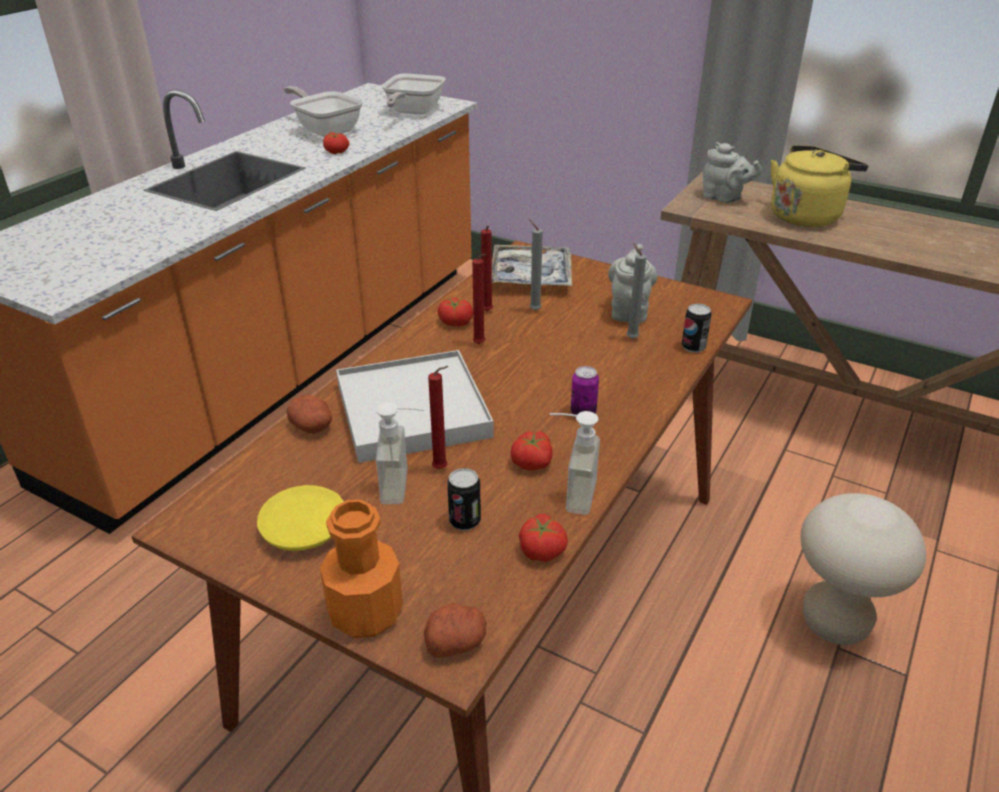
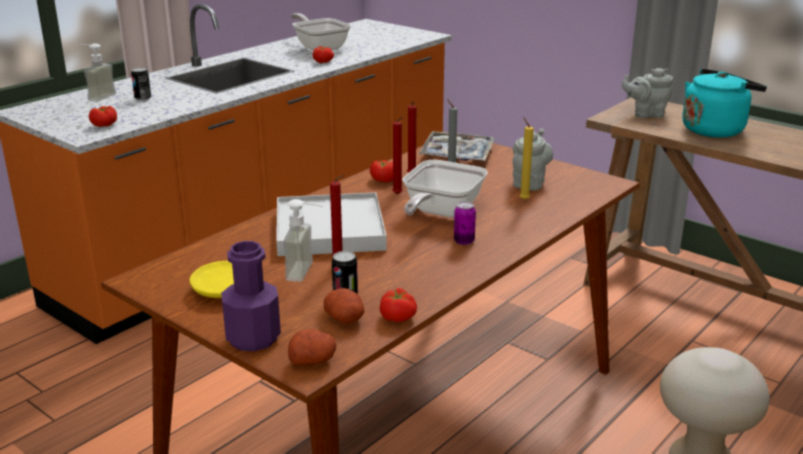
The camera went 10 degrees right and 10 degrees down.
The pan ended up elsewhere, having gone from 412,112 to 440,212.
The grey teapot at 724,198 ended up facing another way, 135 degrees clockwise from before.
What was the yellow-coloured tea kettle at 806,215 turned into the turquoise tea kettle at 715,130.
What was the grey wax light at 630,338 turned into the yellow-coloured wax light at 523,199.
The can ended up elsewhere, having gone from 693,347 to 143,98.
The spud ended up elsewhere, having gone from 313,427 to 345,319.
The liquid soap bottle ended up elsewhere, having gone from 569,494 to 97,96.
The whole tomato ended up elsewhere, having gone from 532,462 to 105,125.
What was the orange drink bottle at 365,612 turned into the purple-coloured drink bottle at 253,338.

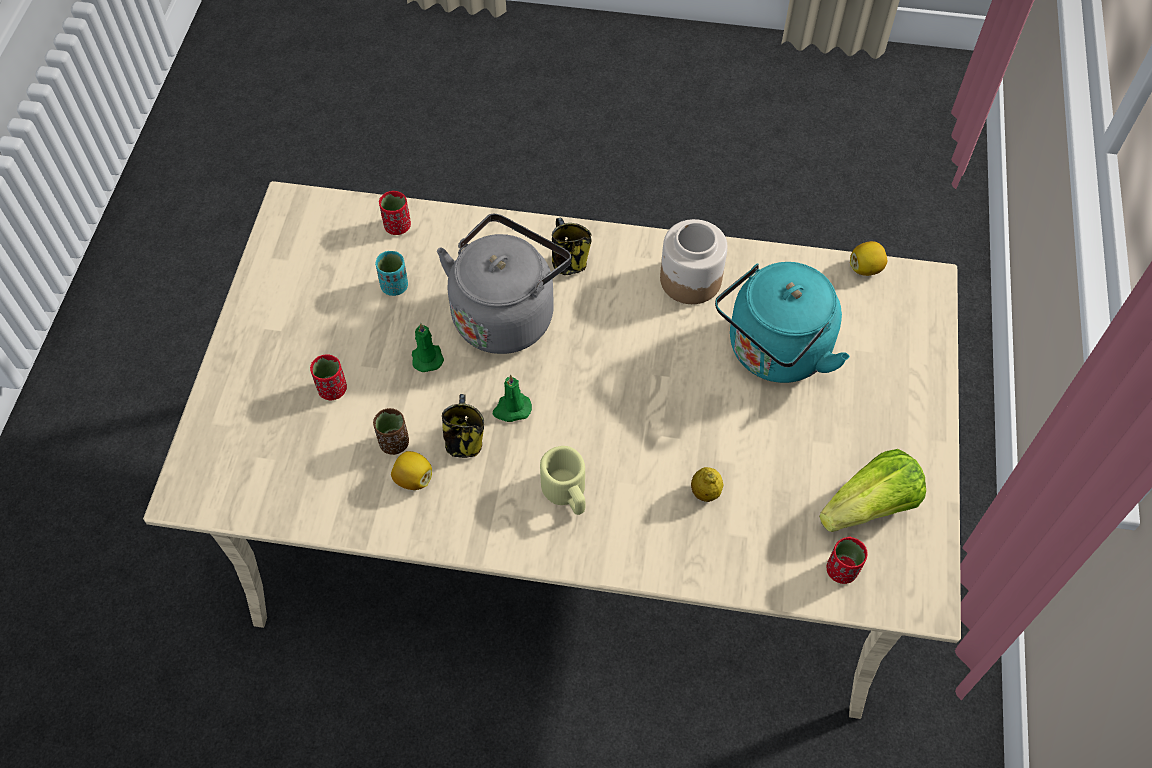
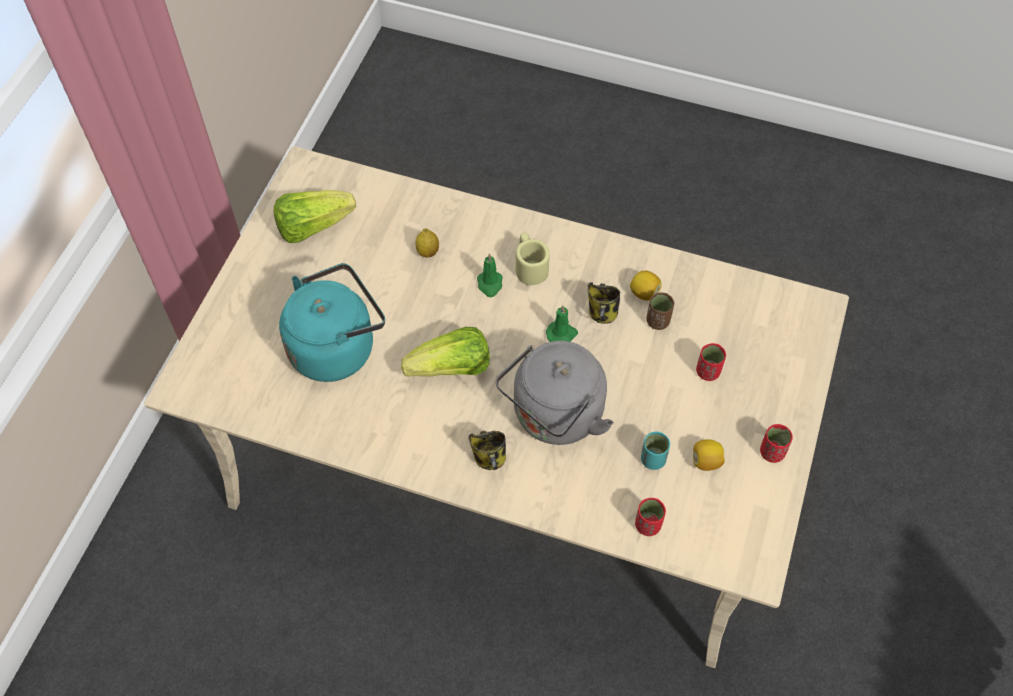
The camera went 170 degrees left and 0 degrees up.
The second view lost the jar at 690,279.
The whole lemon ended up elsewhere, having gone from 866,268 to 706,461.
The green-coloured wax light ended up elsewhere, having gone from 427,357 to 490,284.
The reddish small cup ended up elsewhere, having gone from 841,570 to 772,452.
The second view gained the head of lettuce at 452,369.

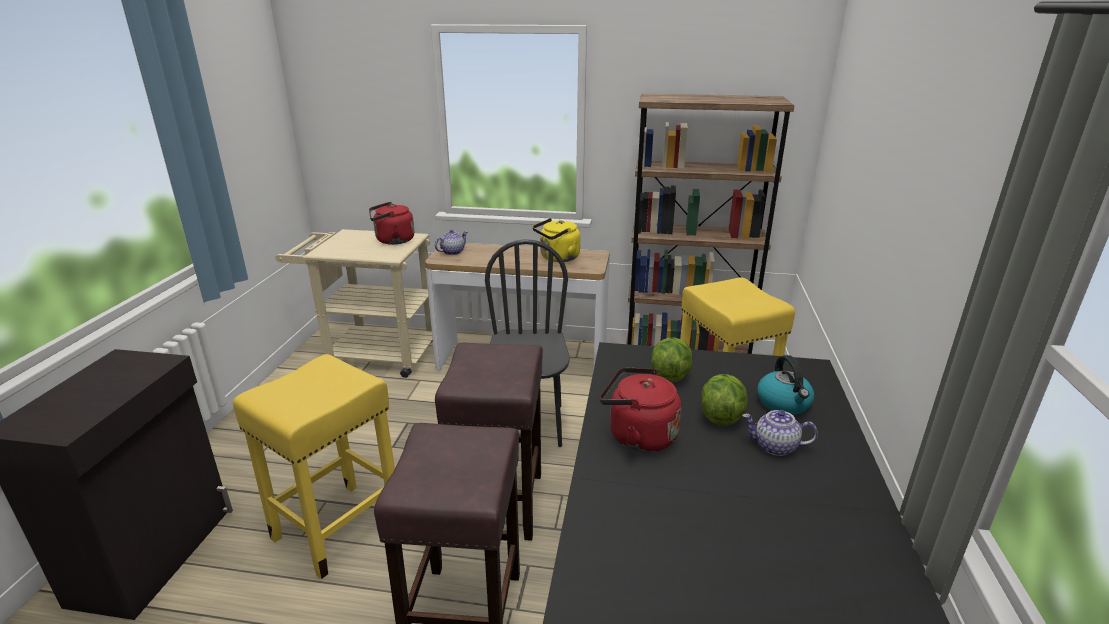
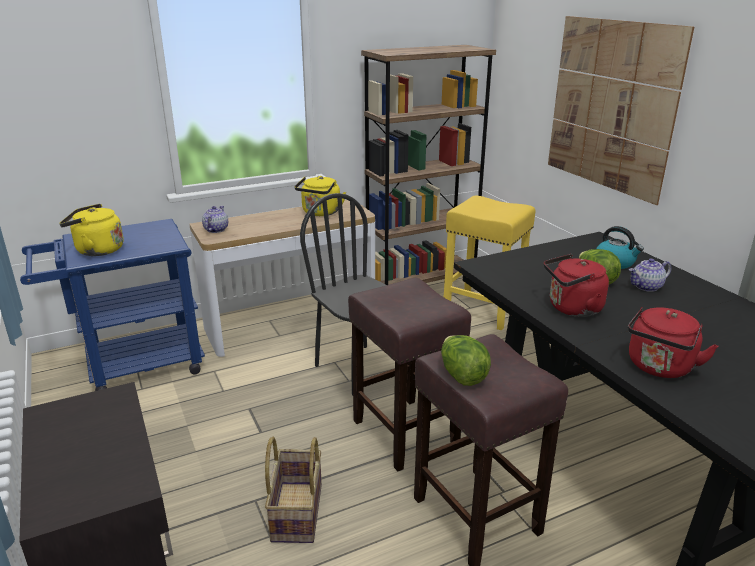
The camera went 35 degrees left and 0 degrees up.
The reddish tea kettle ended up elsewhere, having gone from 392,241 to 659,368.
What was the beige cart at 372,354 turned into the bluish cart at 133,366.
The head of lettuce ended up elsewhere, having gone from 670,374 to 462,375.
Where the yellow-coloured stool stood at 339,526, the household basket came to stand at 295,512.
The second view gained the wall picture at 611,106.
The second view gained the yellow-coloured tea kettle at 97,250.

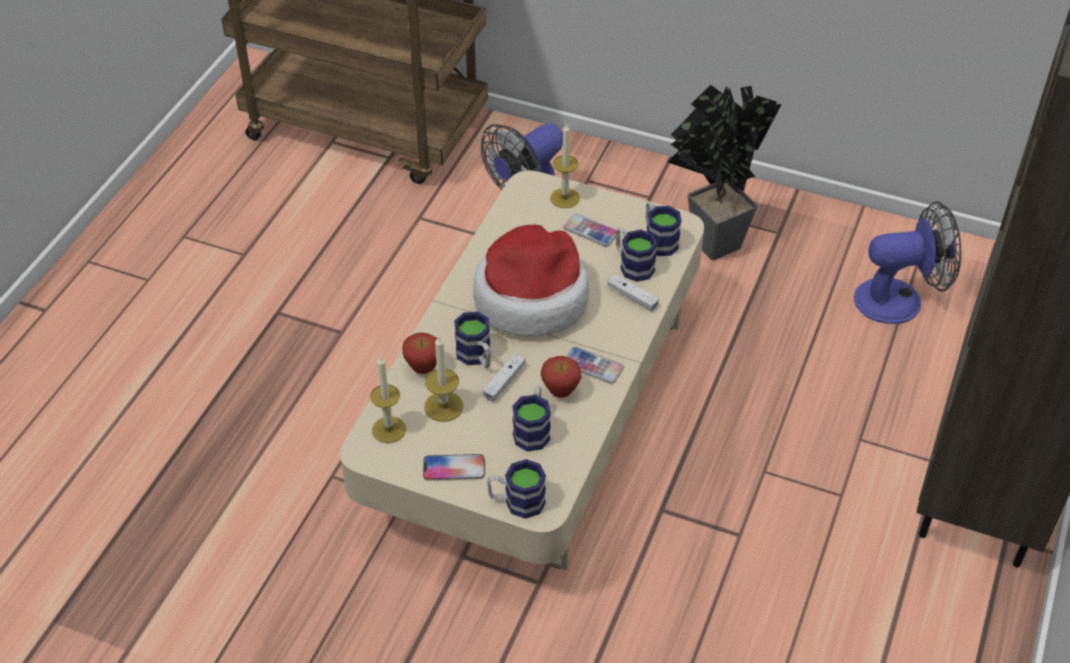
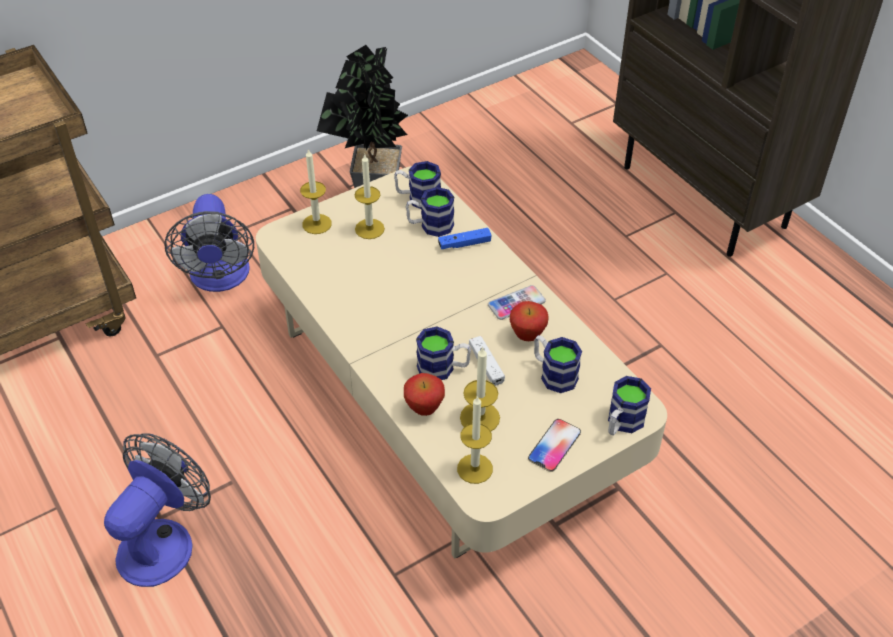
The camera went 55 degrees left and 0 degrees up.
The cooling fan ended up elsewhere, having gone from 900,299 to 163,540.
Where the phone stood at 590,231, the wax light came to stand at 369,229.
The second view lost the wearable hat at 531,297.
What was the white-coloured joypad at 632,297 turned into the bluish joypad at 464,244.

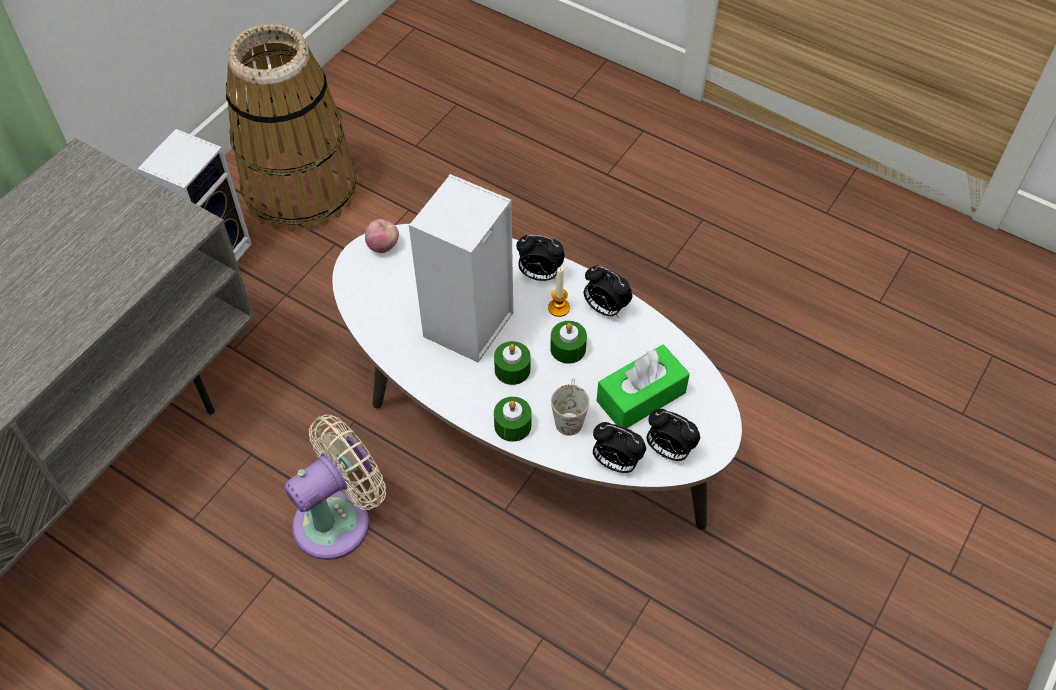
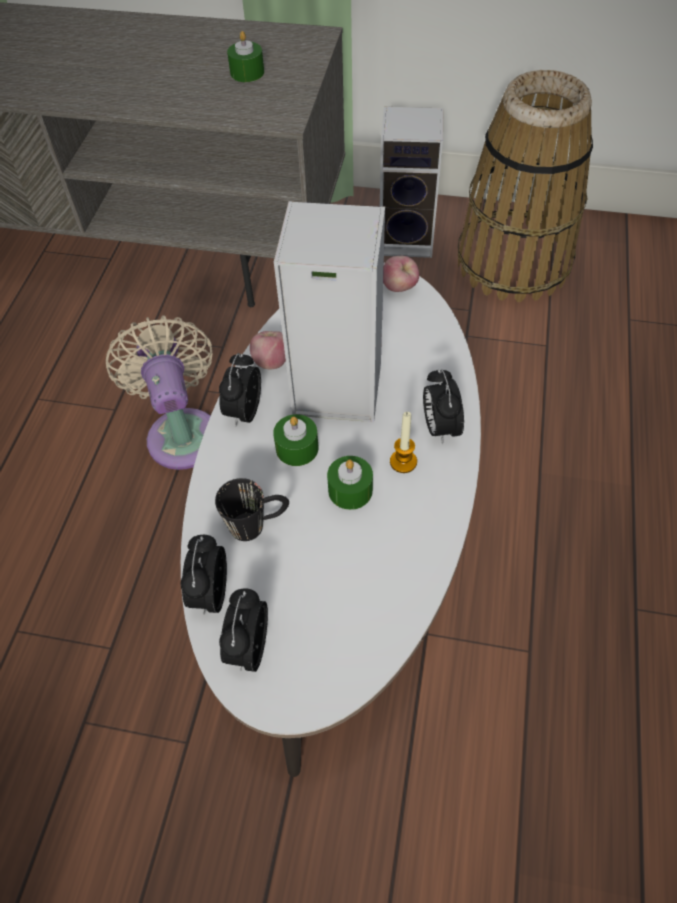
The camera went 70 degrees right and 0 degrees up.
The alarm clock ended up elsewhere, having gone from 604,308 to 244,411.
The second view lost the green-coloured tissue box at 641,397.
What was the white-coloured coffee mug at 569,416 turned into the black coffee mug at 257,523.
The green-coloured wax light ended up elsewhere, having gone from 512,425 to 247,72.
The beige cooling fan at 339,519 ended up facing another way, 135 degrees counterclockwise from before.
The second view gained the apple fruit at 271,362.

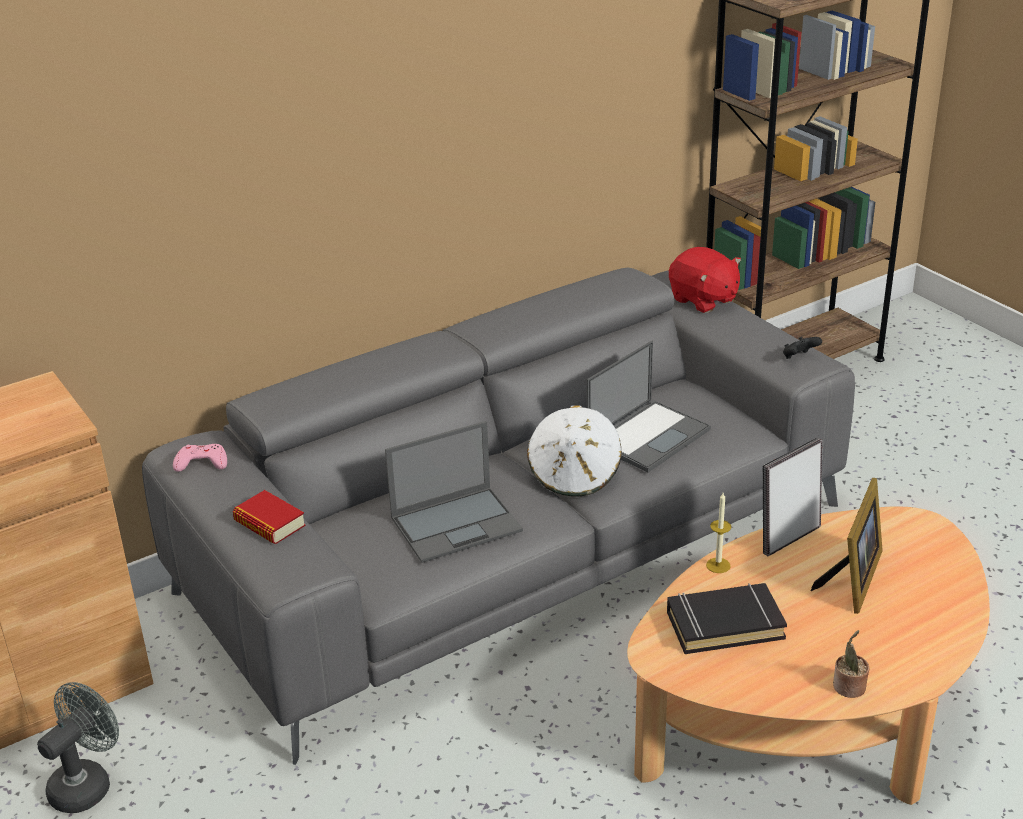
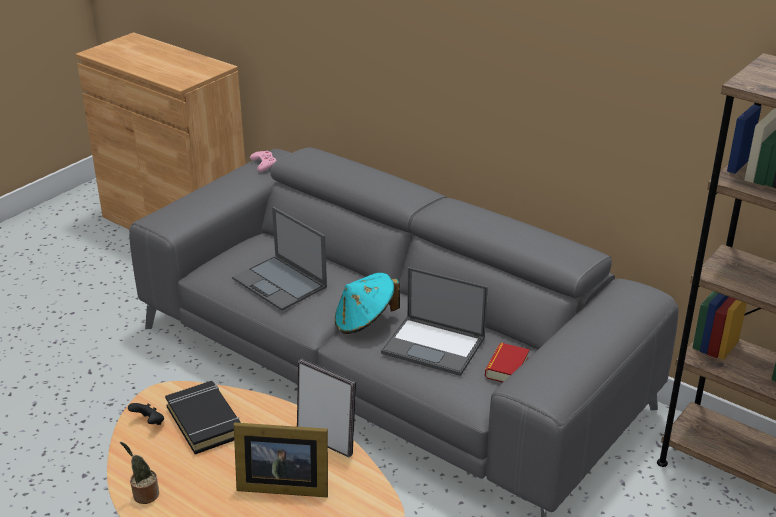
The camera went 70 degrees right and 0 degrees up.
The second view lost the reddish cuddly toy at 703,300.
The black joypad ended up elsewhere, having gone from 799,358 to 149,422.
What was the white-coloured wearable hat at 575,475 turned into the turquoise wearable hat at 364,322.
The volume ended up elsewhere, having gone from 269,523 to 506,368.
The second view lost the wax light at 718,565.
The second view lost the grey cooling fan at 87,783.

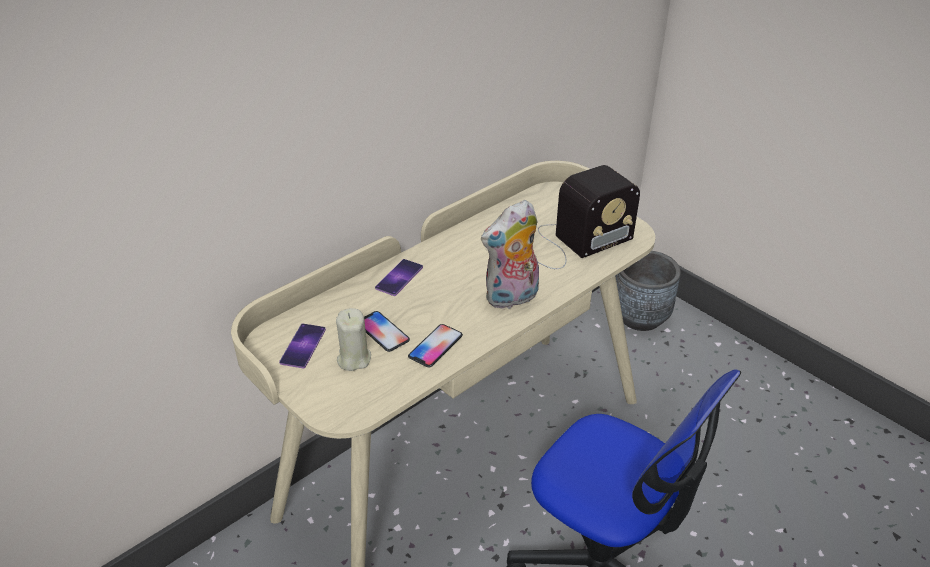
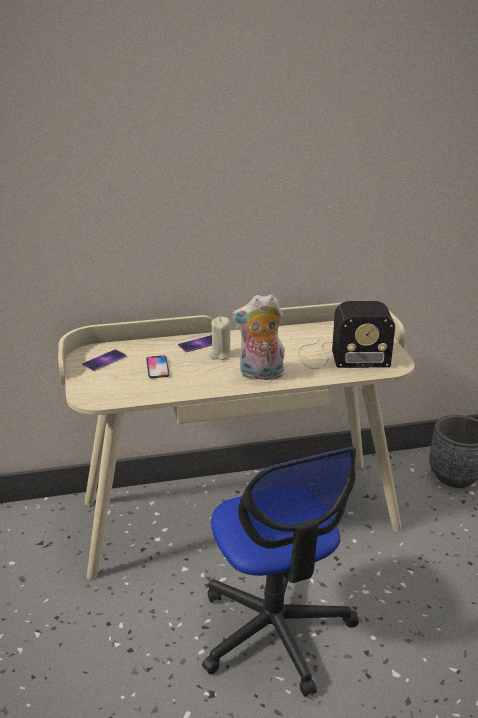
The camera went 30 degrees right and 10 degrees down.
The beige wax light ended up elsewhere, having gone from 353,358 to 220,354.
The second view lost the phone at 435,346.

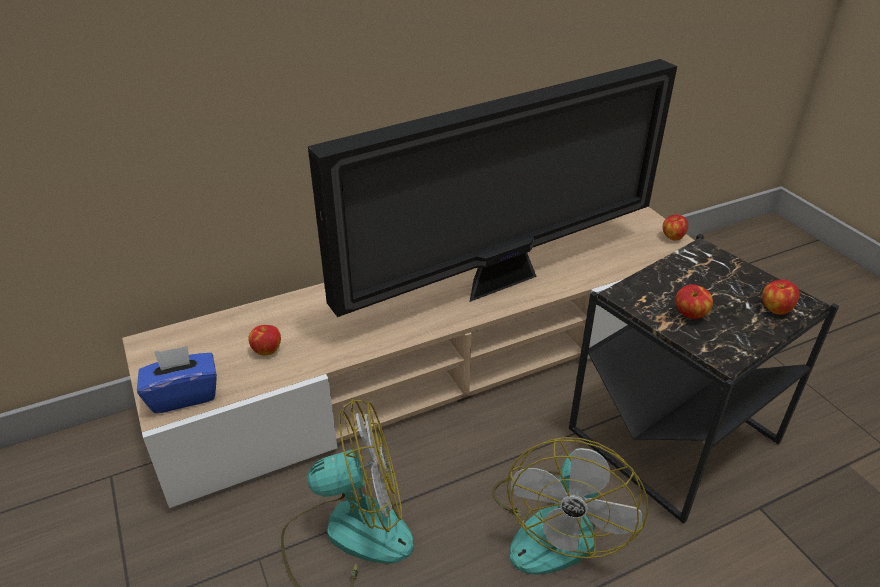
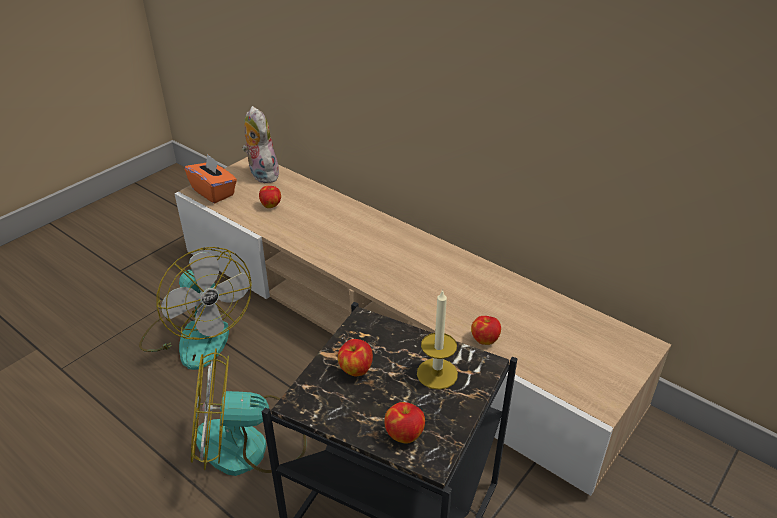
The camera went 65 degrees right and 0 degrees up.
The second view lost the TV at 502,281.
The apple fruit ended up elsewhere, having gone from 672,237 to 484,339.
What was the bluish tissue box at 183,395 turned into the orange tissue box at 214,192.
The second view gained the cuddly toy at 261,174.
The second view gained the wax light at 437,373.

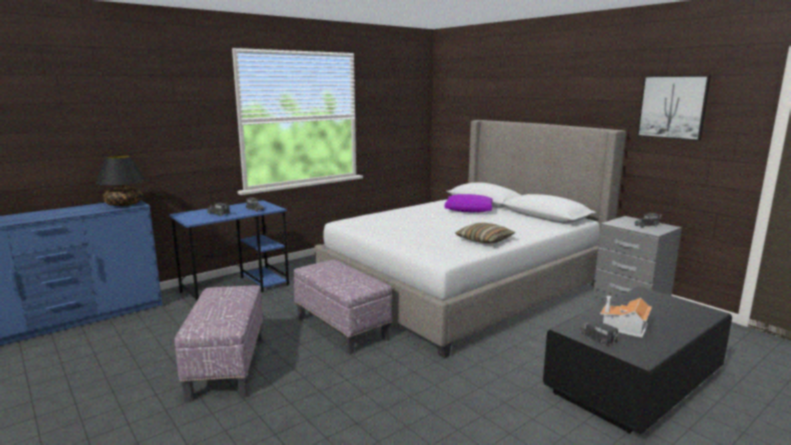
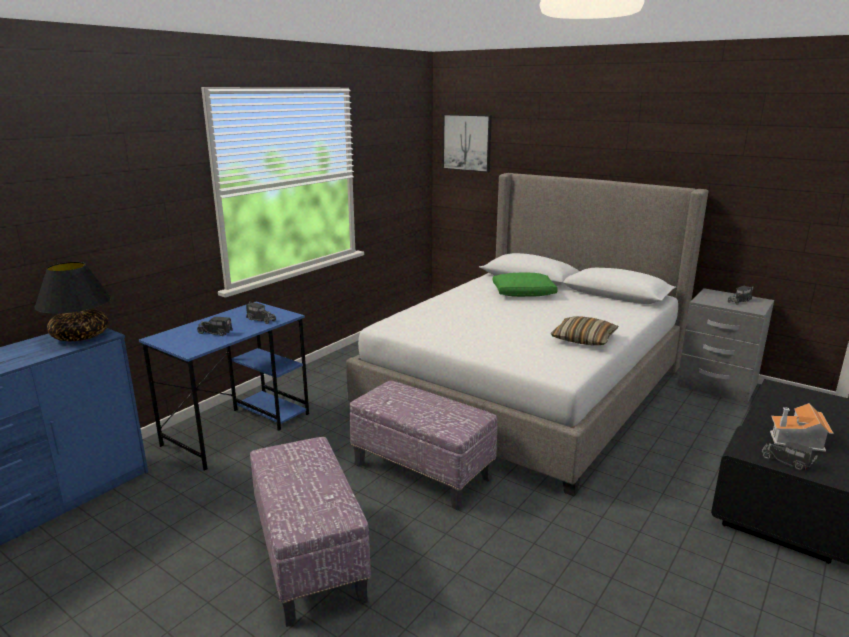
The camera went 15 degrees left and 5 degrees up.
The wall picture ended up elsewhere, having gone from 672,107 to 467,142.
What was the purple-coloured pillow at 468,210 turned into the green-coloured pillow at 522,293.

